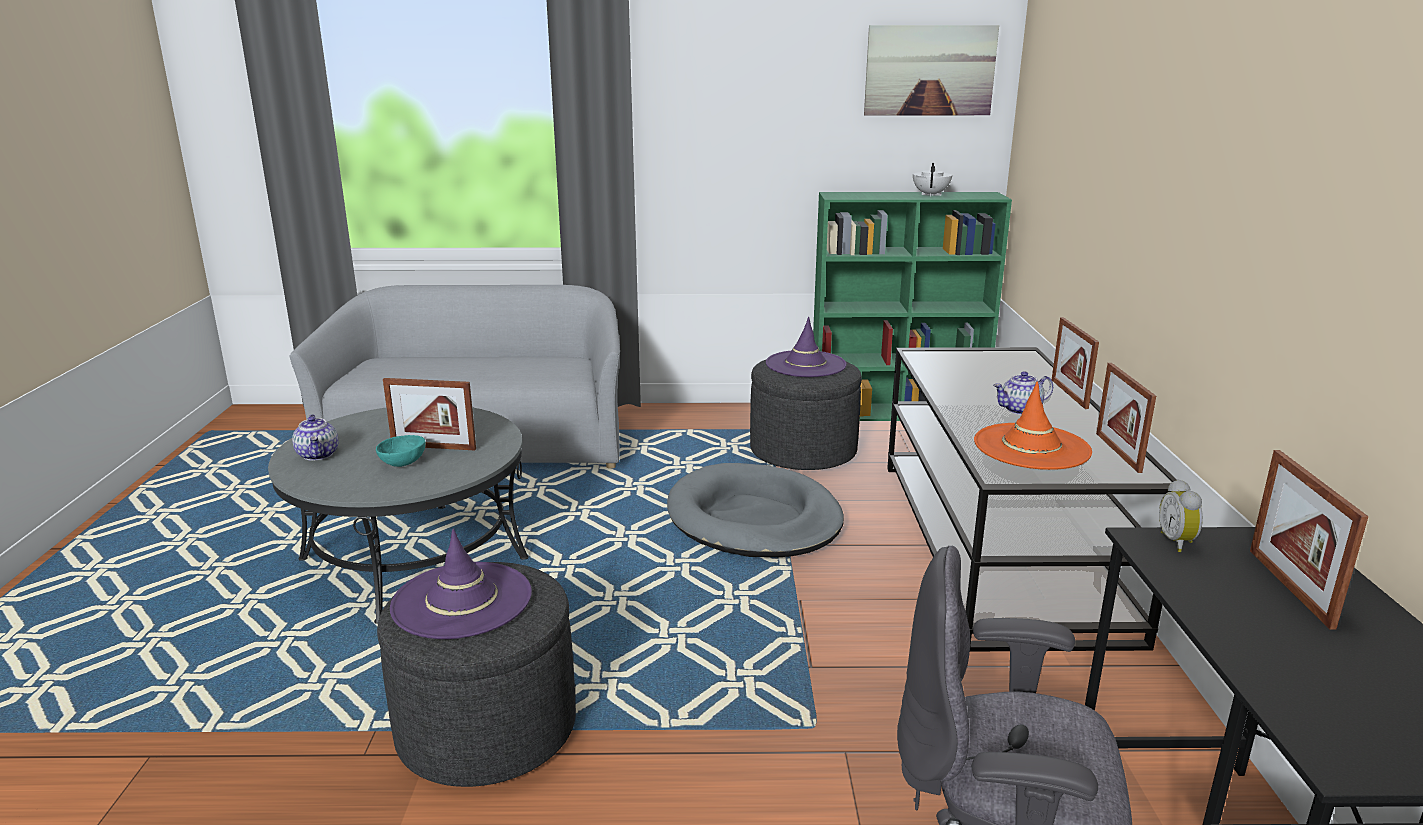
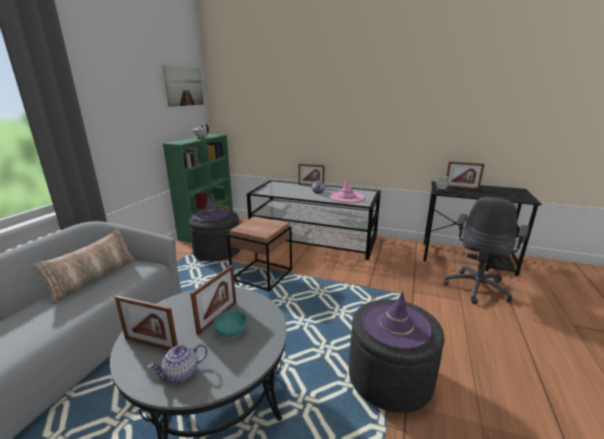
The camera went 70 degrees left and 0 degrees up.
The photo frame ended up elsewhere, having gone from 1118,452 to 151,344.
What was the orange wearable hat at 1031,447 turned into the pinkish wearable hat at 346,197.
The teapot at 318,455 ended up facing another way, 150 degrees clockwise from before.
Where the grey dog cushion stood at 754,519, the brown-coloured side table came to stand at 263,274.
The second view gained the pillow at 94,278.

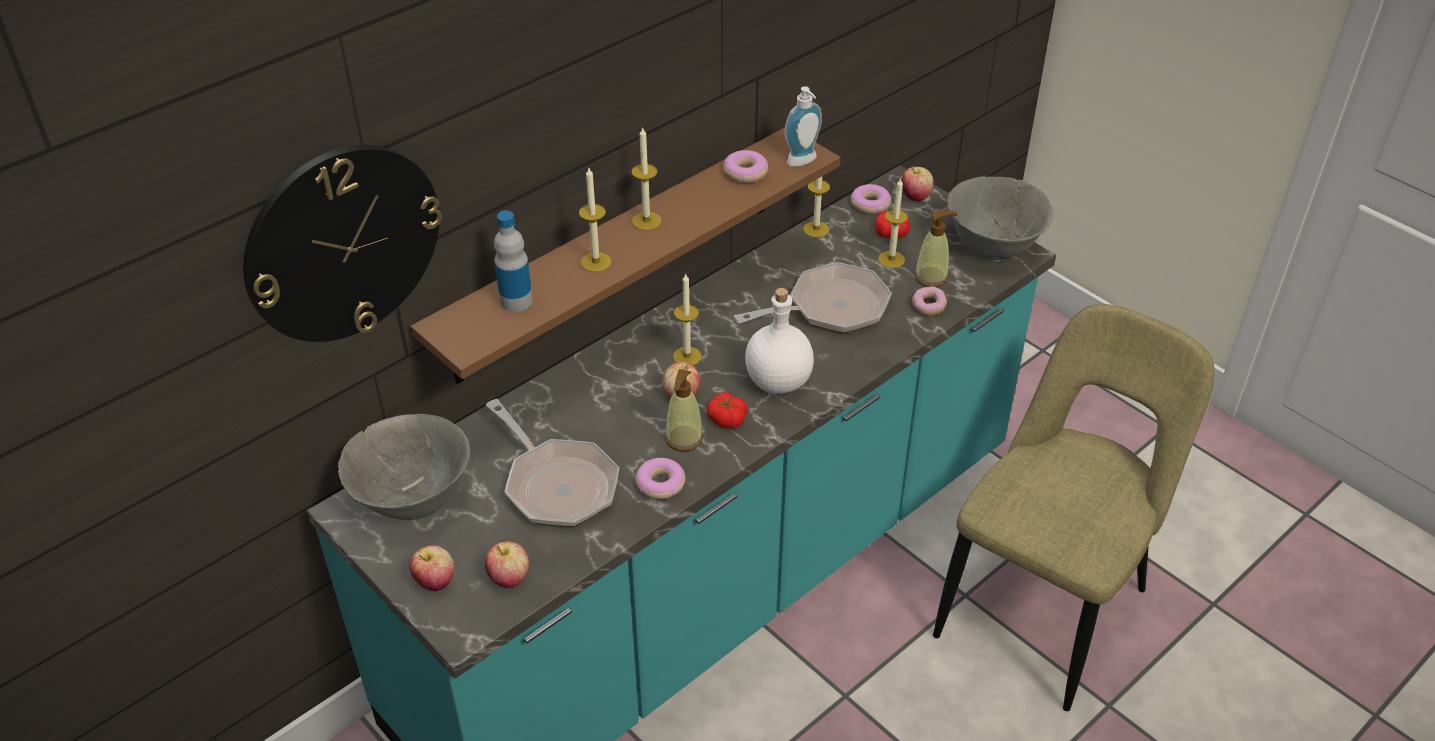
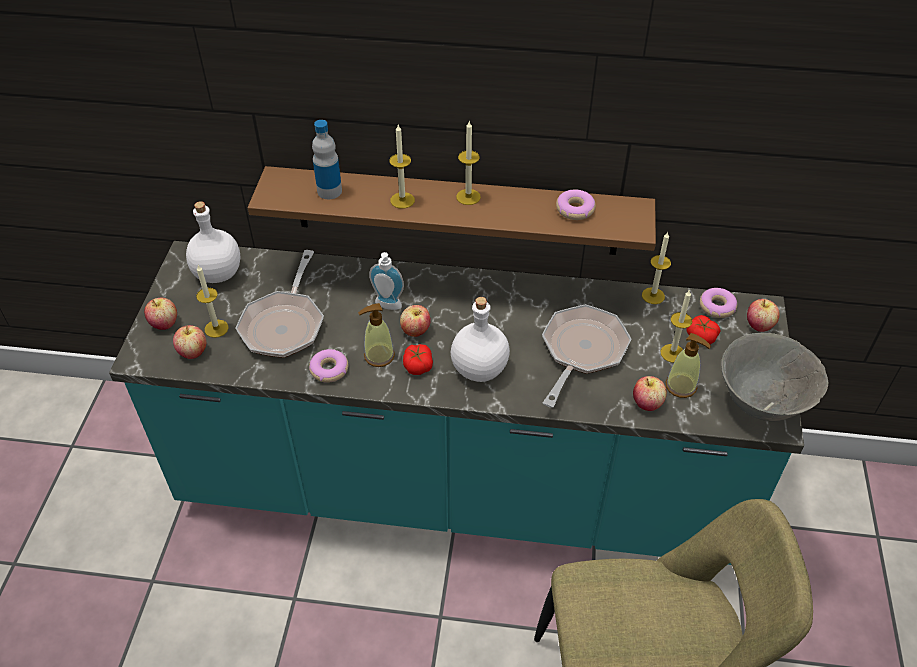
The camera went 50 degrees right and 5 degrees up.
The liquid soap bottle ended up elsewhere, having gone from 803,162 to 387,306.
The second view lost the hanging clock at 343,243.
The pan at 830,308 ended up facing another way, 90 degrees counterclockwise from before.
The wax light ended up elsewhere, having gone from 687,356 to 216,328.
Where the ring doughnut stood at 928,307, the apple fruit came to stand at 647,403.
Where the grey deep dish stood at 413,499, the white-coloured drink bottle came to stand at 217,274.

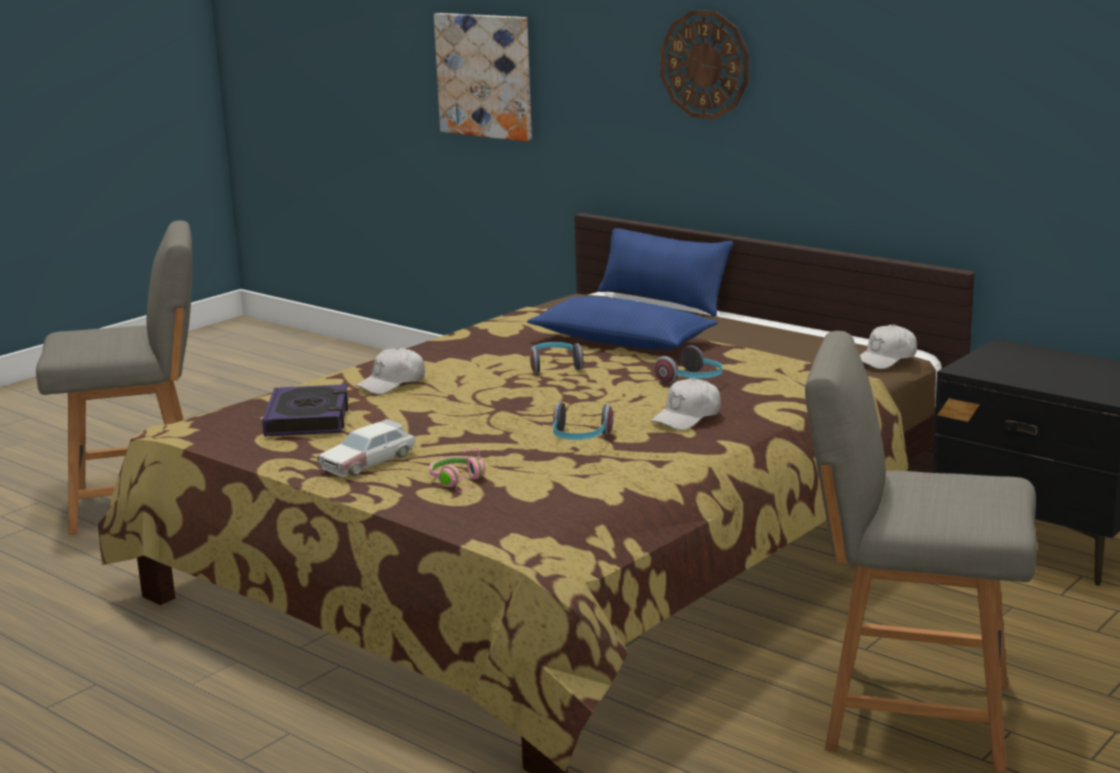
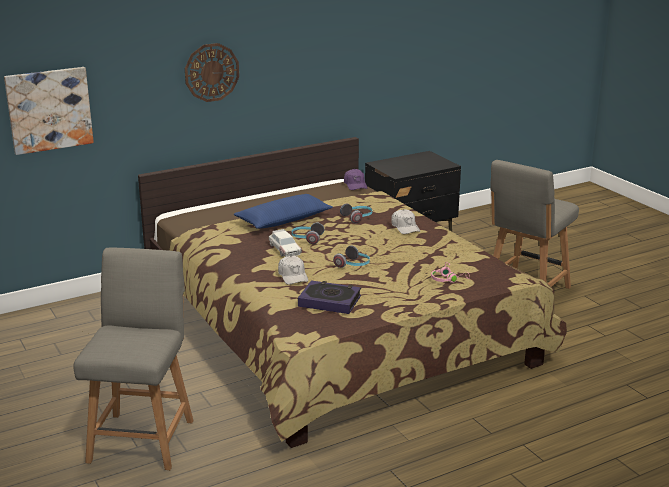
The camera went 70 degrees left and 5 degrees up.
The second view lost the bluish pillow at 662,301.
What was the white-coloured baseball cap at 886,359 turned into the purple-coloured baseball cap at 355,185.
The headset ended up elsewhere, having gone from 580,439 to 353,265.
The toy car ended up elsewhere, having gone from 368,461 to 284,249.

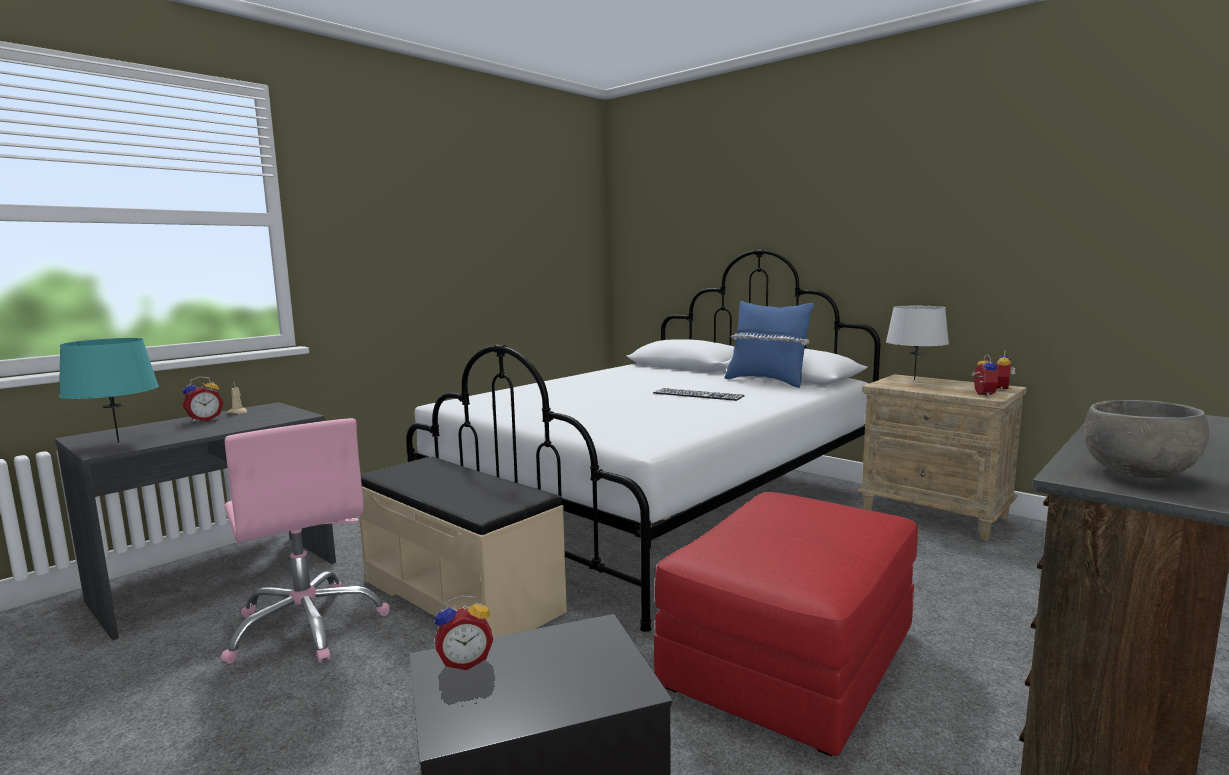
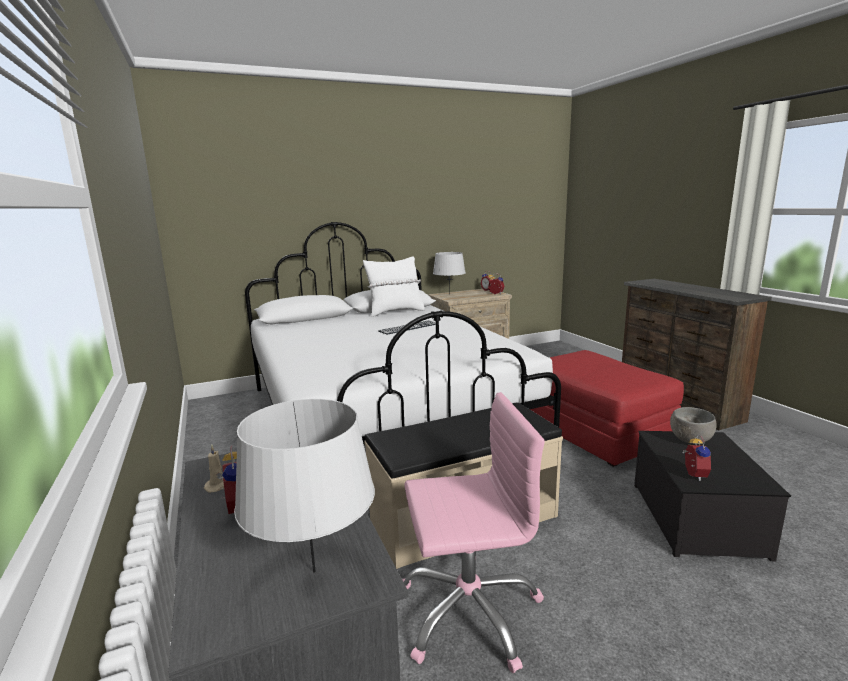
The camera went 65 degrees left and 5 degrees up.
What was the bluish pillow at 767,381 turned into the white-coloured pillow at 395,312.
What was the turquoise tabletop lamp at 118,442 turned into the grey tabletop lamp at 314,572.
The grey deep dish ended up elsewhere, having gone from 1137,473 to 689,440.

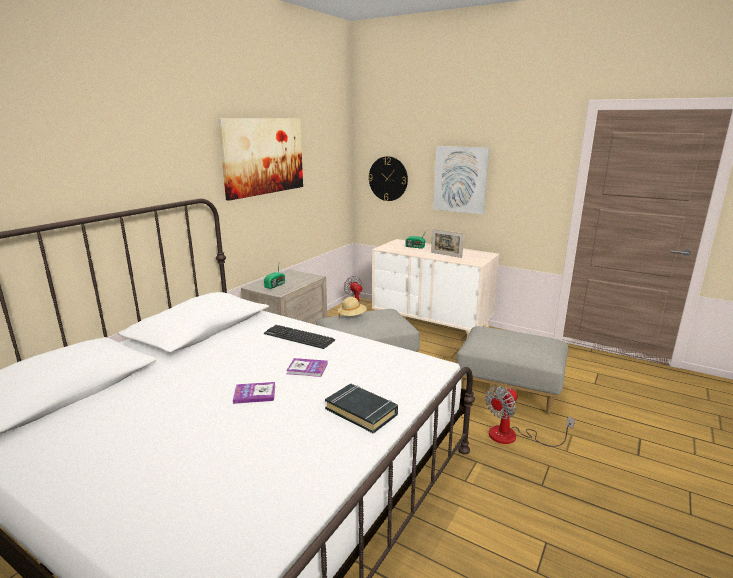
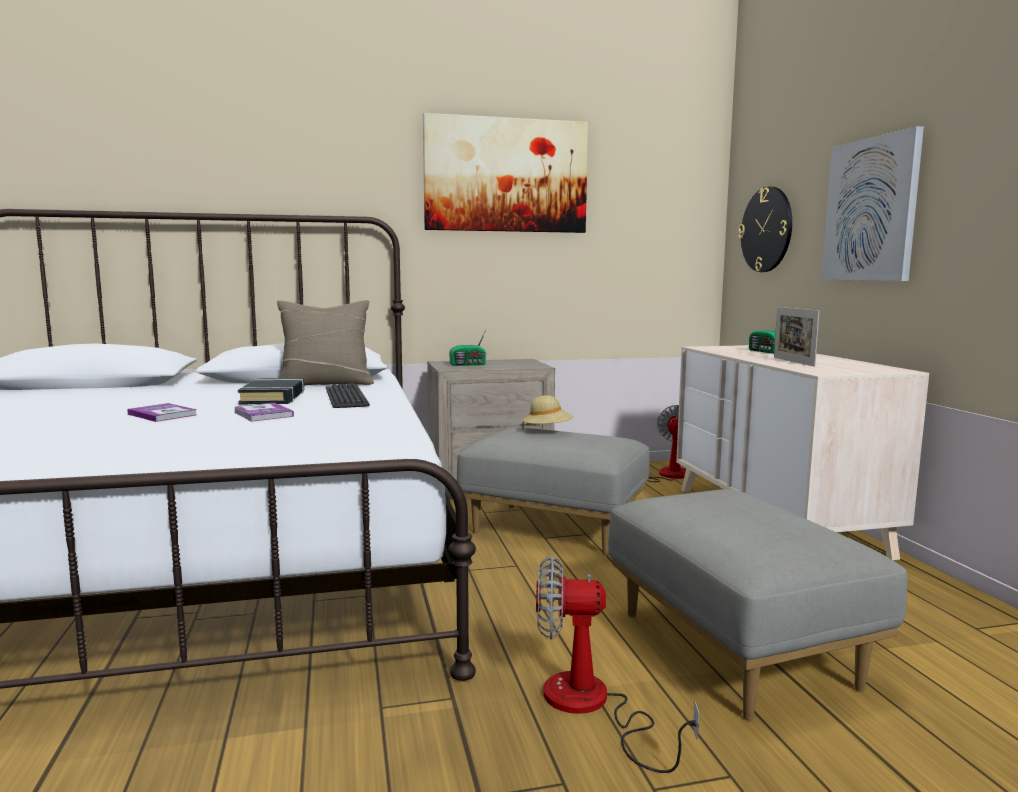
The camera went 45 degrees right and 10 degrees down.
The black volume ended up elsewhere, having gone from 361,411 to 273,397.
The second view gained the beige pillow at 326,384.

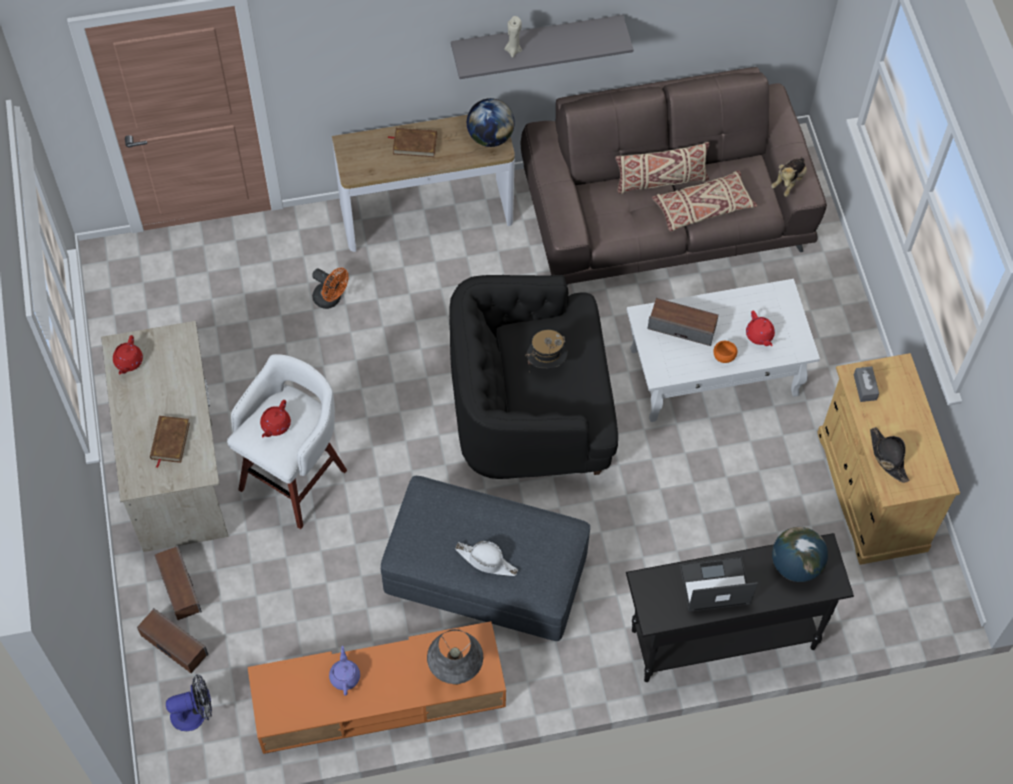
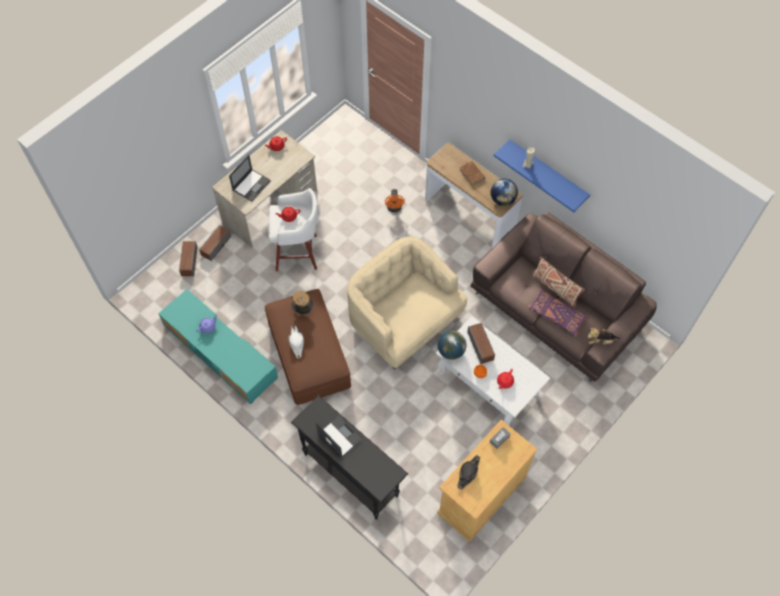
The camera went 55 degrees right and 0 degrees up.
What was the grey shelf at 536,40 turned into the bluish shelf at 547,173.
What was the beige pillow at 703,208 turned into the purple-coloured pillow at 557,315.
What was the black armchair at 531,410 turned into the beige armchair at 404,321.
The wearable hat ended up elsewhere, having gone from 546,363 to 303,310.
Where the brown-coloured volume stood at 170,441, the notebook computer came to stand at 251,185.
What was the grey footrest at 485,573 turned into the brown-coloured footrest at 309,355.
The globe ended up elsewhere, having gone from 796,565 to 451,351.
What was the orange tv stand at 379,696 turned into the turquoise tv stand at 220,351.
The second view lost the grey tabletop lamp at 456,676.
The second view lost the cooling fan at 194,713.

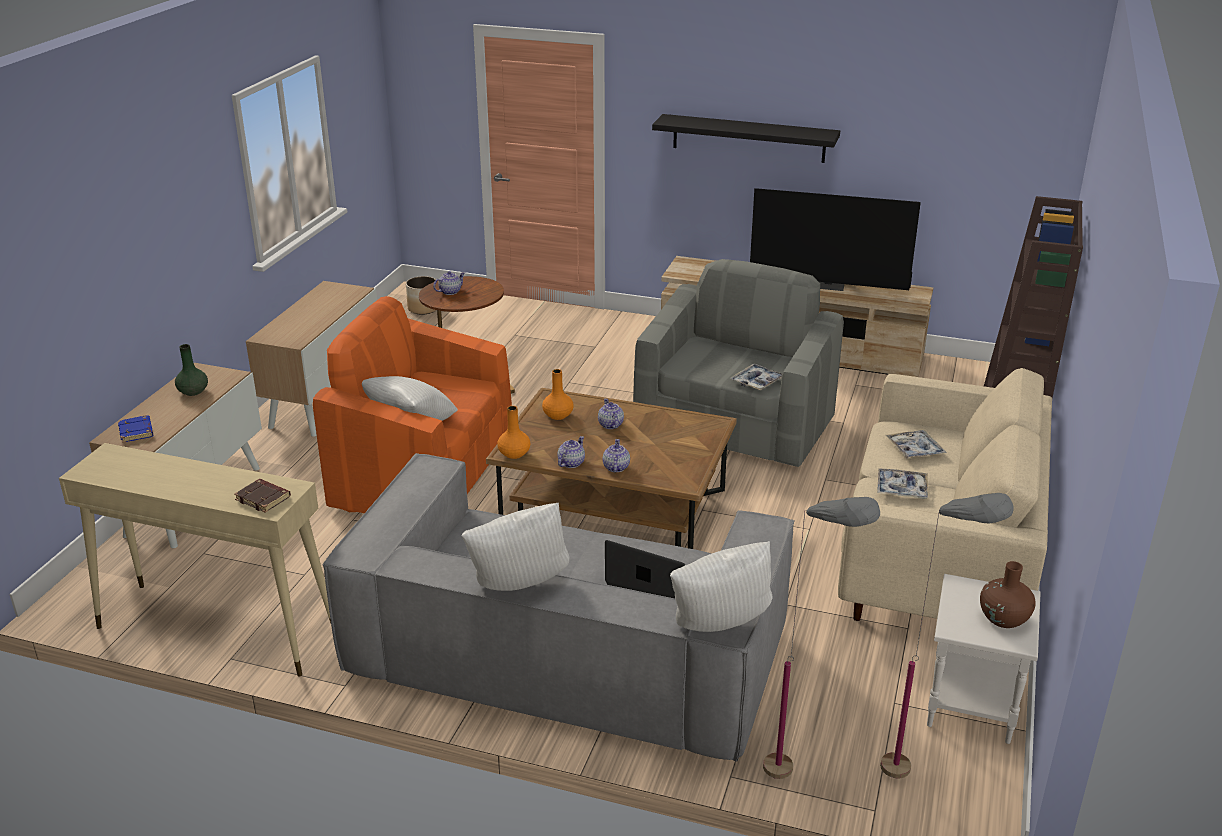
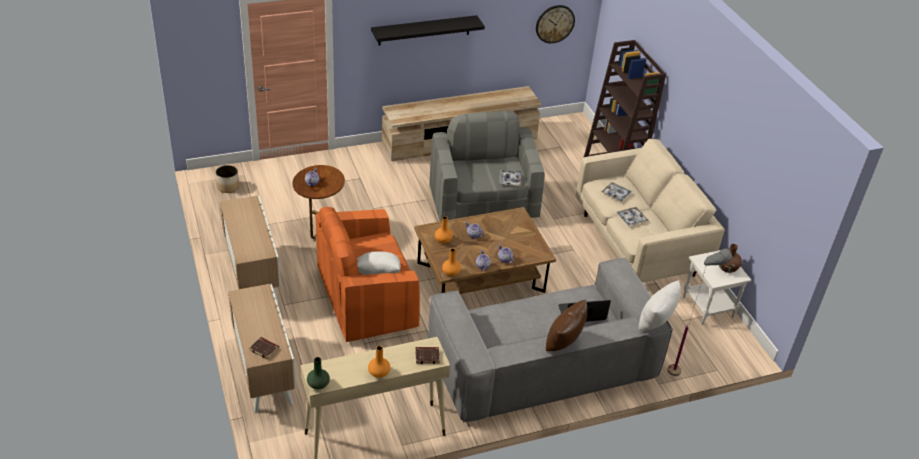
The camera went 40 degrees left and 10 degrees up.
The second view lost the TV at 829,285.
The green-coloured decorative vase ended up elsewhere, having gone from 193,391 to 318,384.
What was the bluish volume at 137,432 turned into the brown-coloured volume at 265,349.
The second view lost the grey standard lamp at 920,773.
What was the white-coloured pillow at 520,591 turned into the brown-coloured pillow at 564,345.
The second view gained the hanging clock at 554,23.
The second view gained the orange decorative vase at 379,372.

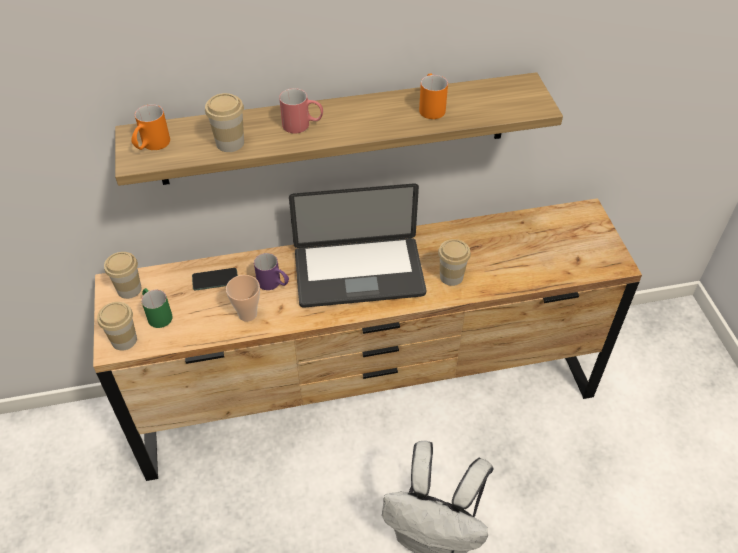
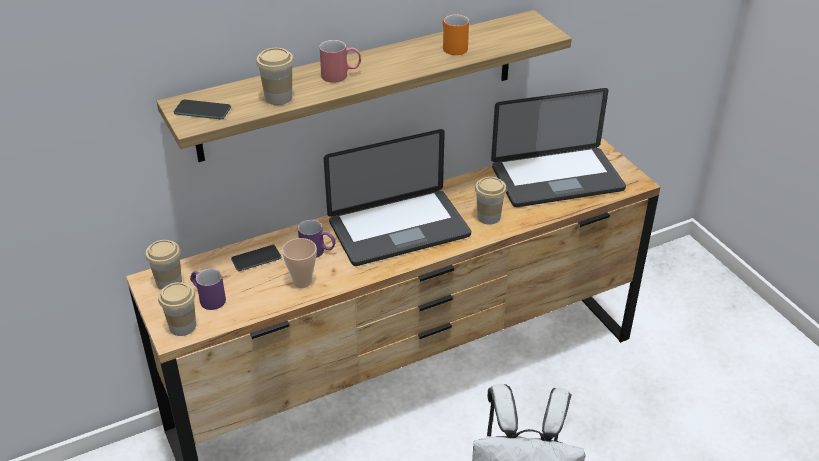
The camera went 15 degrees left and 10 degrees down.
Where the orange coffee mug stood at 151,146, the phone came to stand at 202,110.
What was the green-coloured coffee mug at 157,314 turned into the purple-coloured coffee mug at 208,298.
The second view gained the notebook computer at 557,179.

